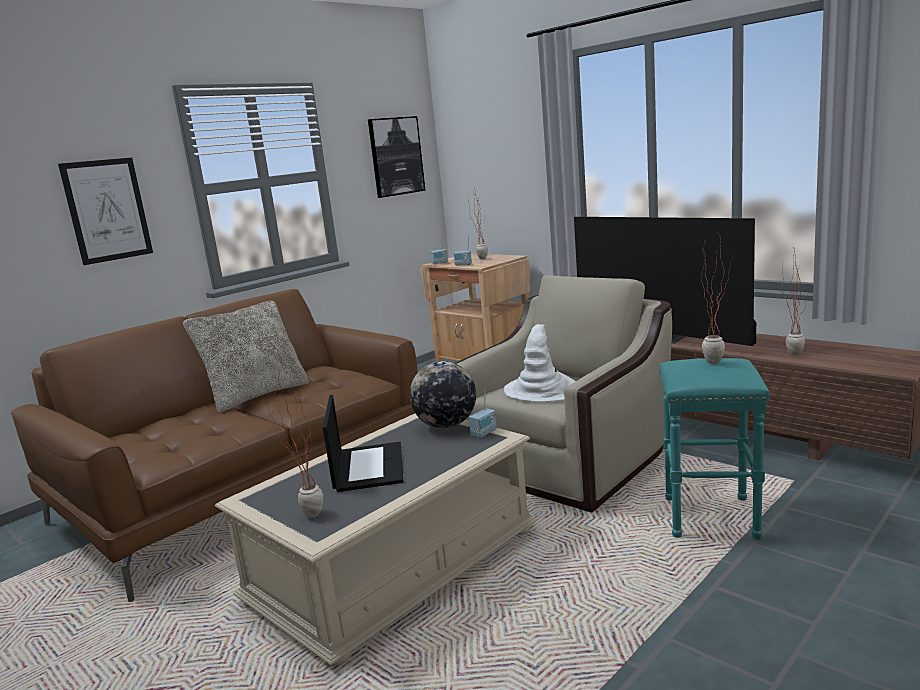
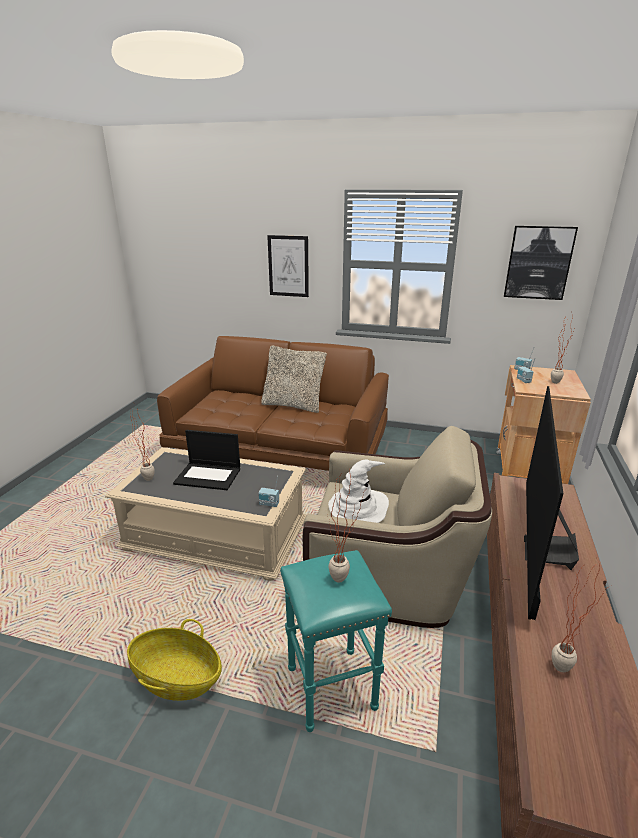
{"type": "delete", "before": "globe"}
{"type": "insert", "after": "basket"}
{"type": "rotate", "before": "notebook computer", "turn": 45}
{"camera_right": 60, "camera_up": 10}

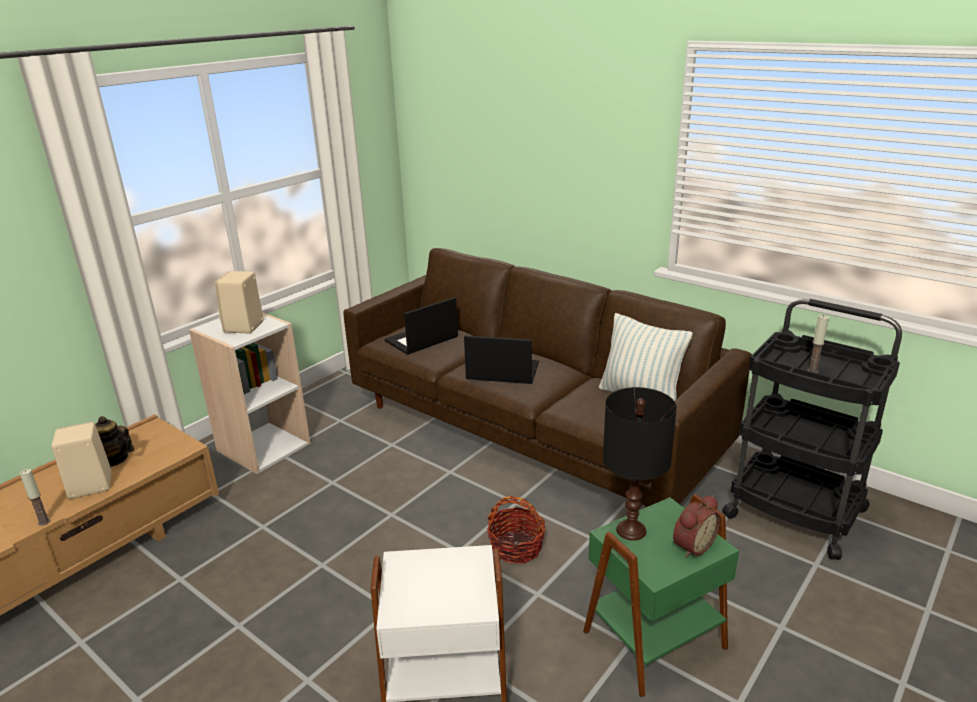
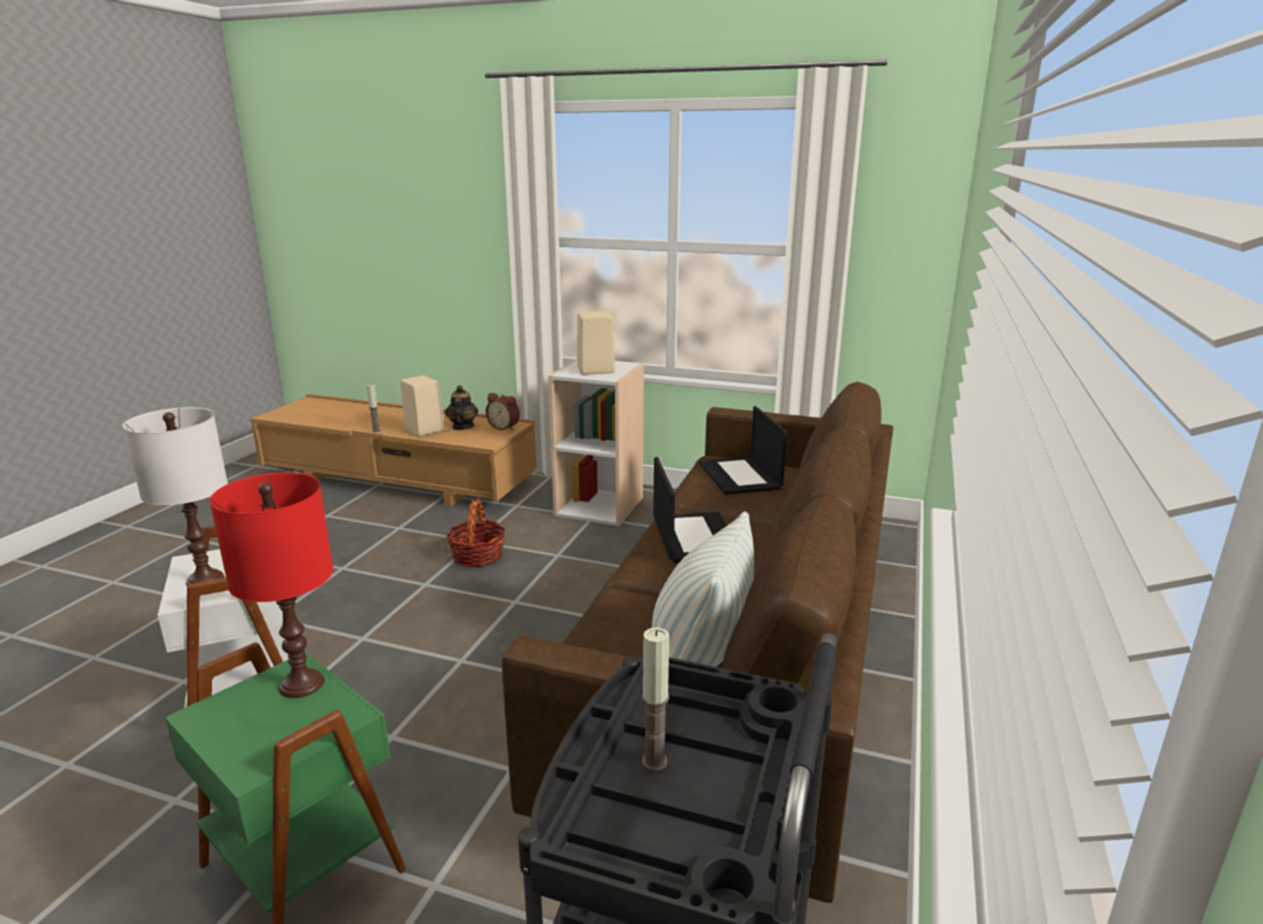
{"type": "insert", "after": "whitish lamp for a table"}
{"type": "move", "before": "basket"}
{"type": "move", "before": "alarm clock"}
{"type": "recolor", "before": "blackish lamp for a table", "after": "reddish lamp for a table"}
{"type": "rotate", "before": "notebook computer (1st from left in the first image)", "turn": -135}
{"camera_right": 70, "camera_up": -5}

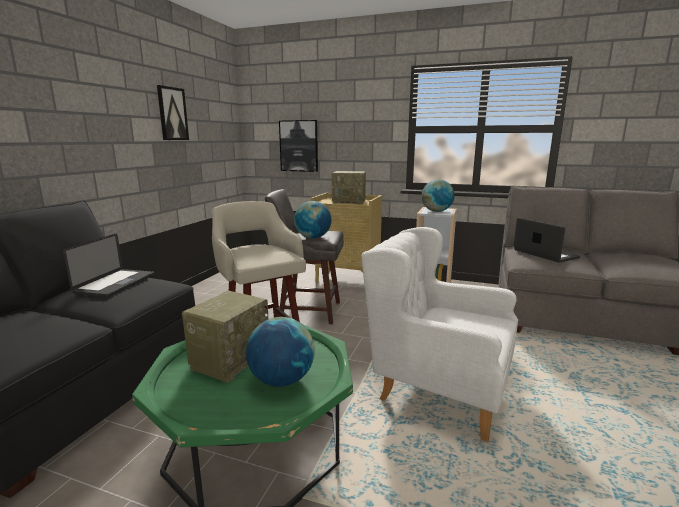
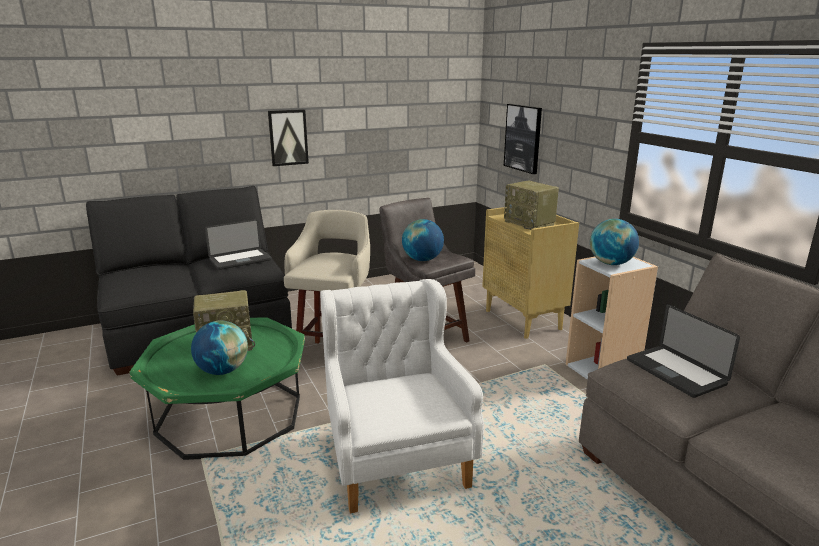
{"type": "move", "before": "wall picture (1st from left)"}
{"type": "rotate", "before": "notebook computer (2nd from left)", "turn": 135}
{"camera_right": 45, "camera_up": 5}

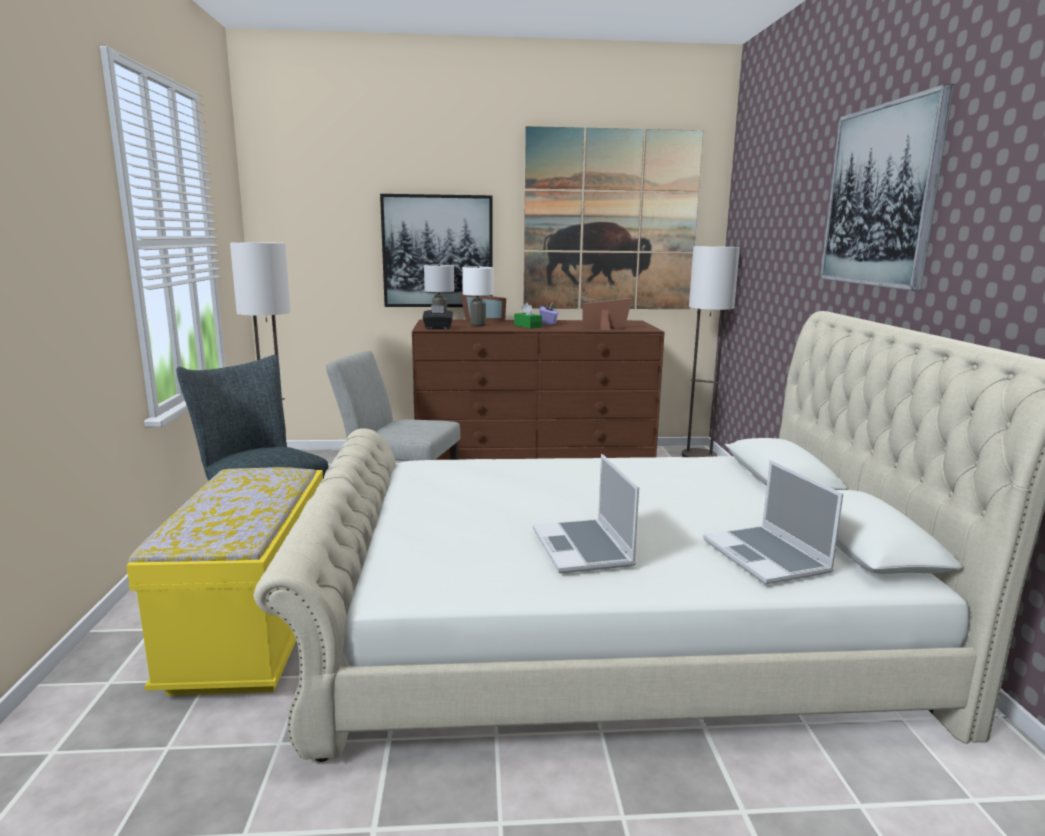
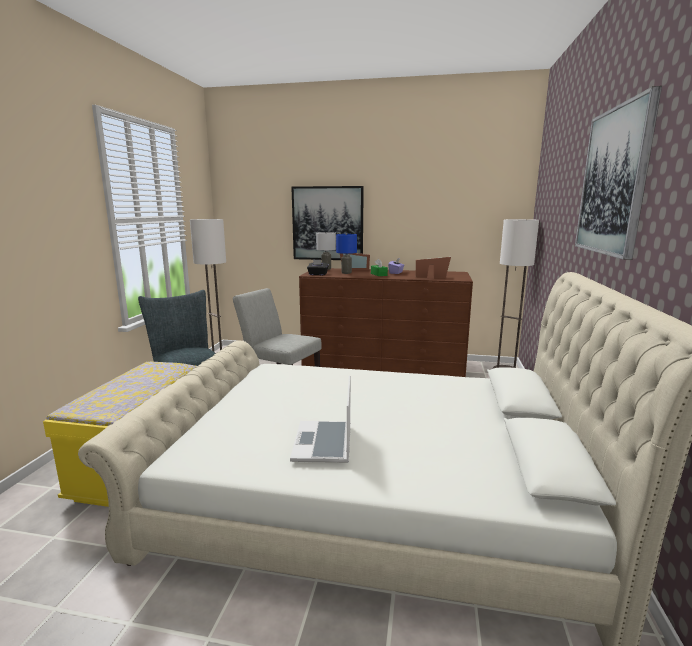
{"type": "delete", "before": "wall picture (2nd from left)"}
{"type": "delete", "before": "notebook computer (2nd from left)"}
{"type": "recolor", "before": "whitish lamp for a table (2nd from left)", "after": "bluish lamp for a table"}
{"camera_right": 15, "camera_up": 0}

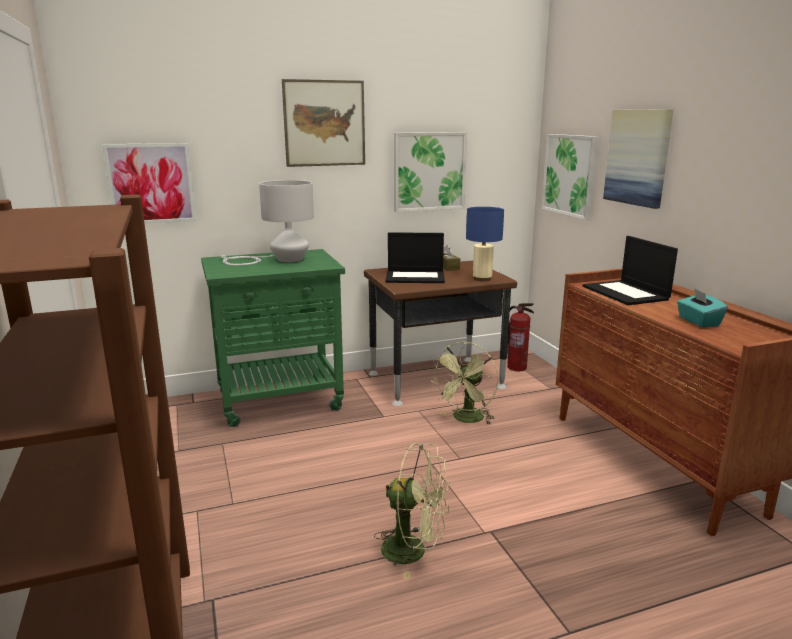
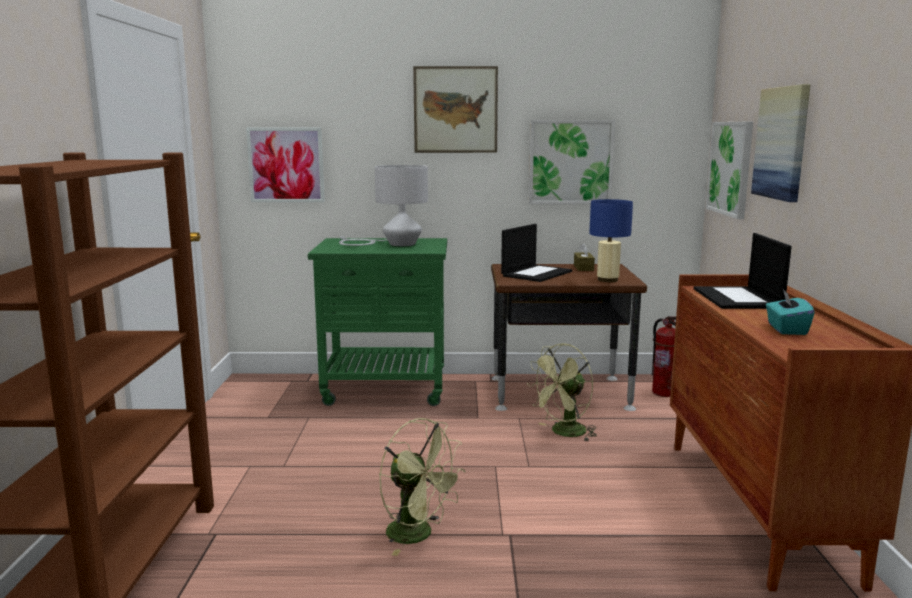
{"type": "rotate", "before": "notebook computer (1st from left)", "turn": -75}
{"camera_right": 20, "camera_up": -5}

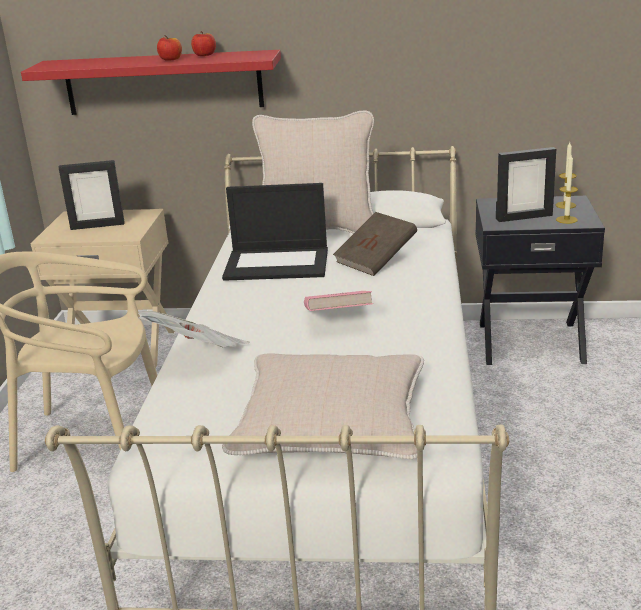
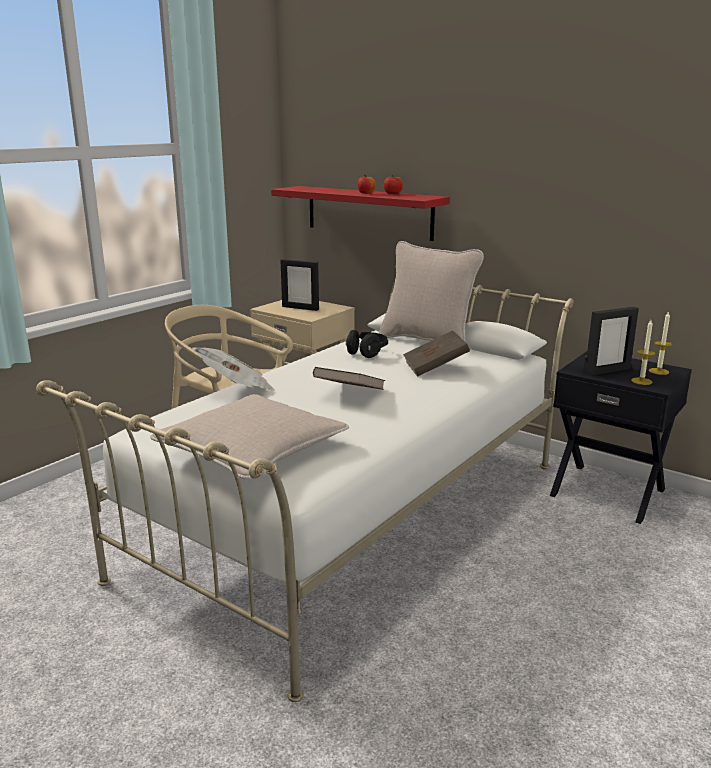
{"type": "replace", "before": "notebook computer", "after": "blackish headphones"}
{"type": "recolor", "before": "pink-coloured volume", "after": "brownish volume (1st from left)"}
{"type": "rotate", "before": "picture frame (2nd from left)", "turn": -45}
{"camera_right": 30, "camera_up": -5}

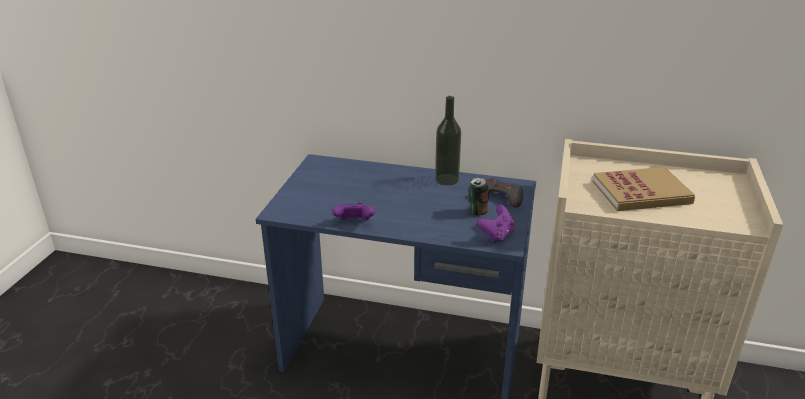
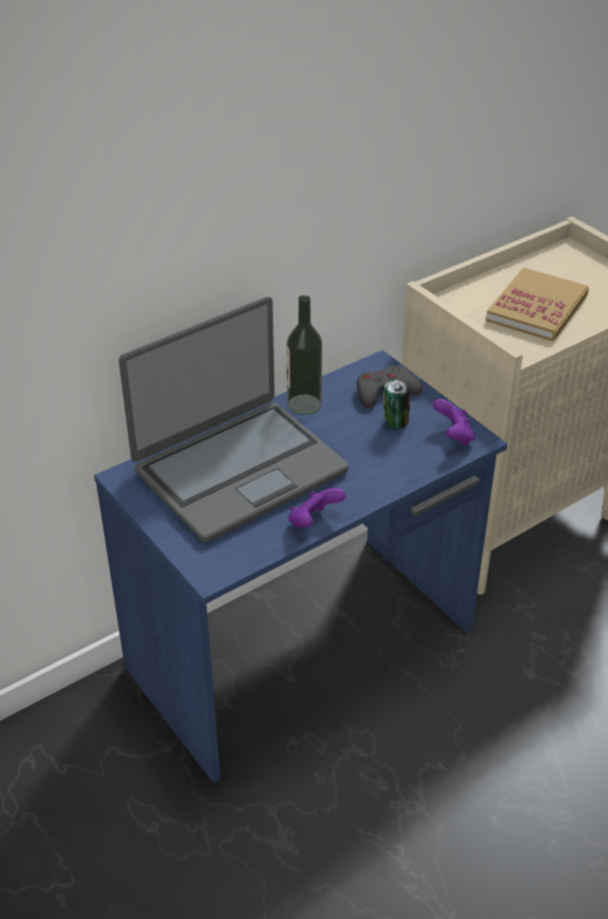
{"type": "insert", "after": "notebook computer"}
{"camera_right": -50, "camera_up": 10}

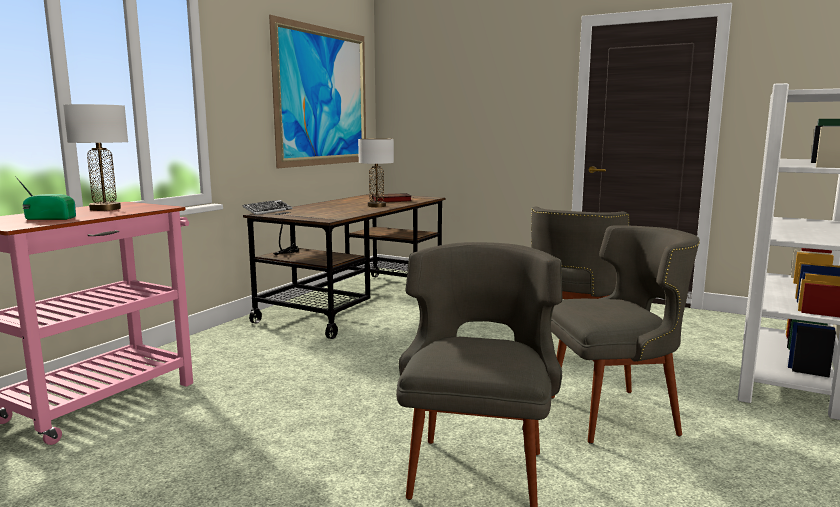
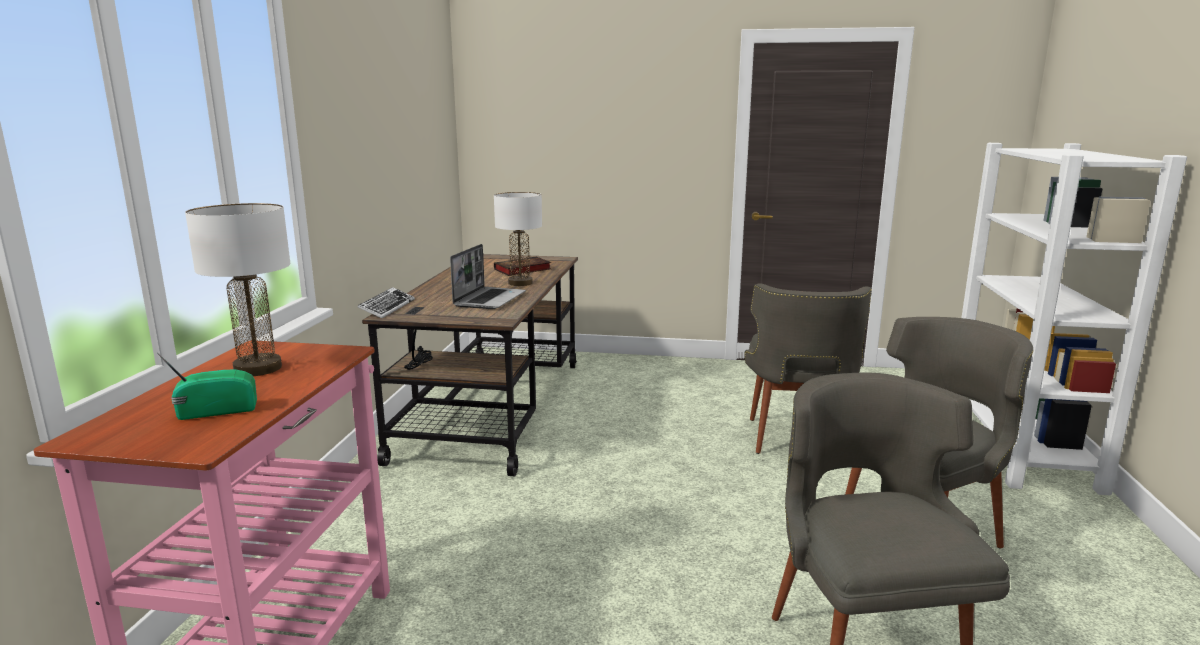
{"type": "delete", "before": "wall picture"}
{"type": "insert", "after": "notebook computer"}
{"camera_right": -20, "camera_up": 5}

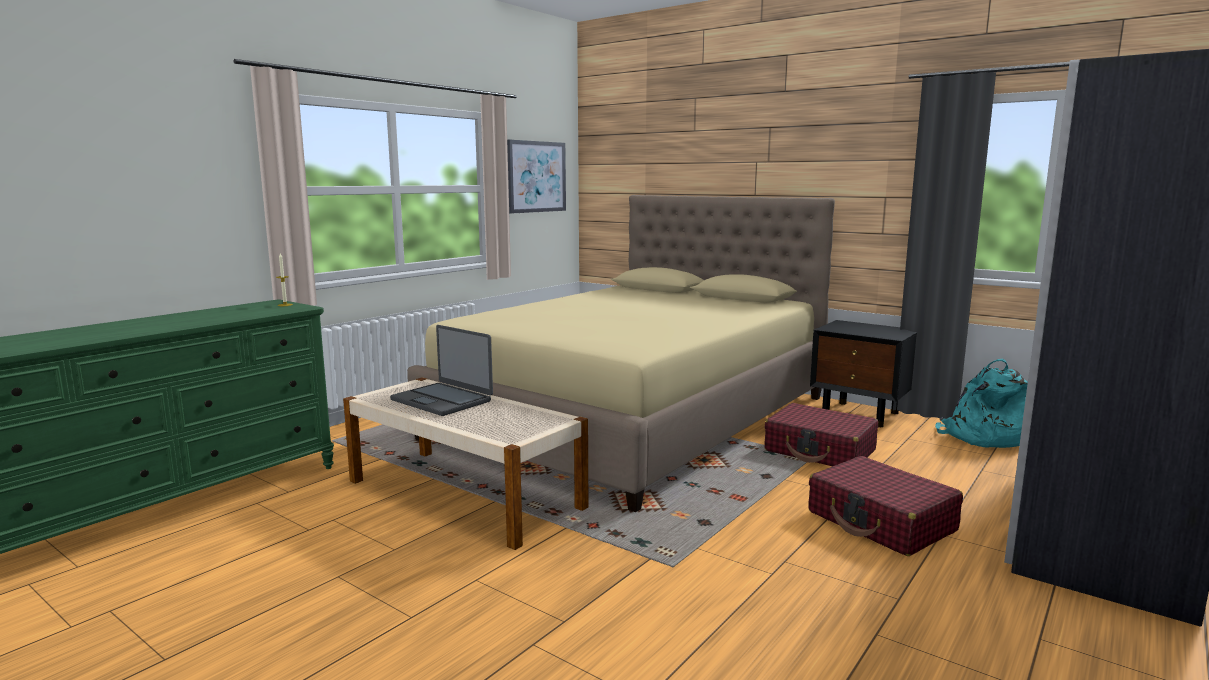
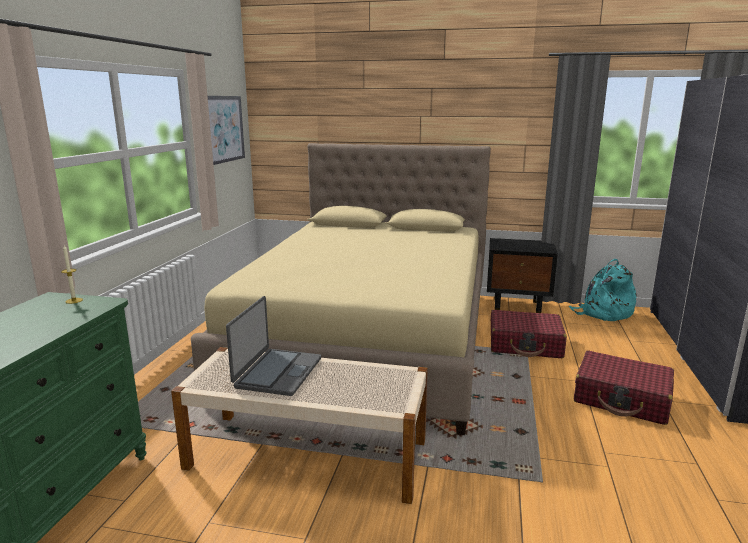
{"type": "rotate", "before": "notebook computer", "turn": -90}
{"camera_right": -25, "camera_up": 5}

